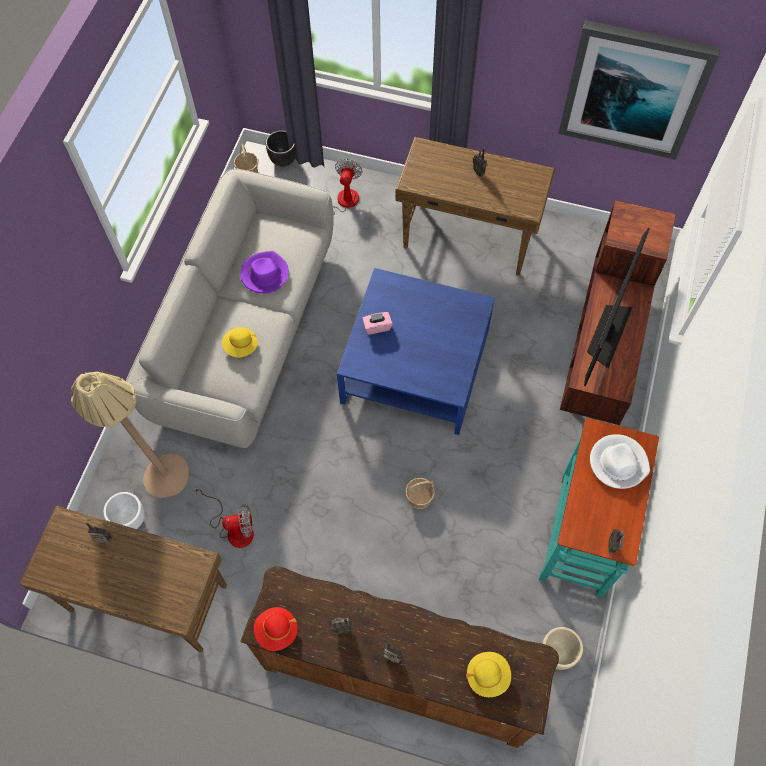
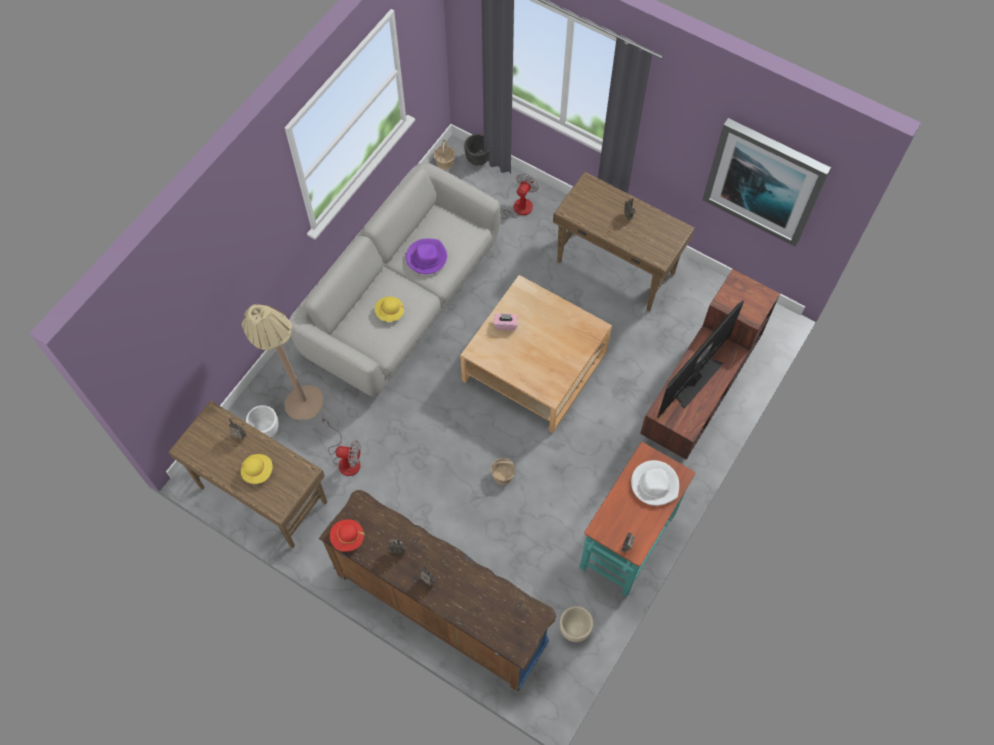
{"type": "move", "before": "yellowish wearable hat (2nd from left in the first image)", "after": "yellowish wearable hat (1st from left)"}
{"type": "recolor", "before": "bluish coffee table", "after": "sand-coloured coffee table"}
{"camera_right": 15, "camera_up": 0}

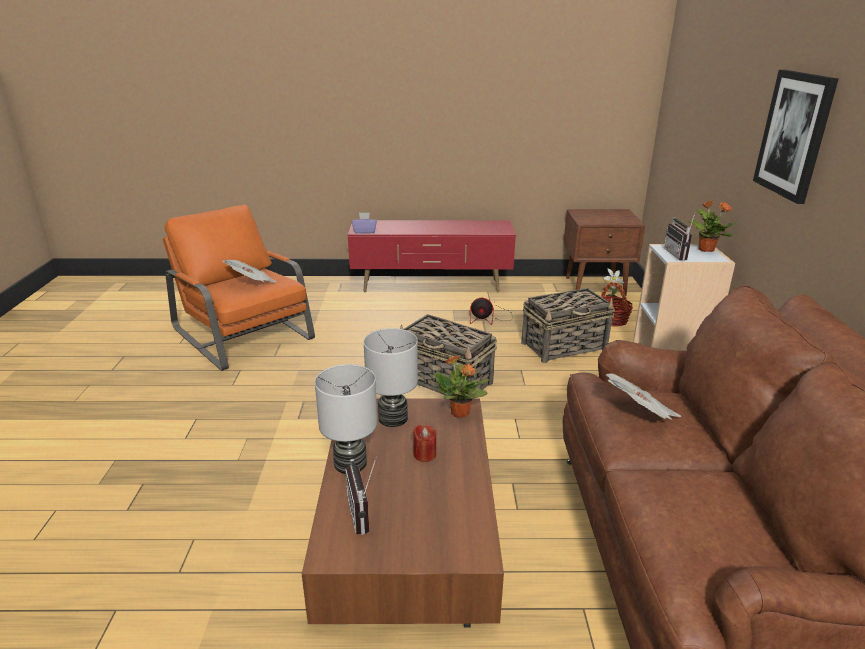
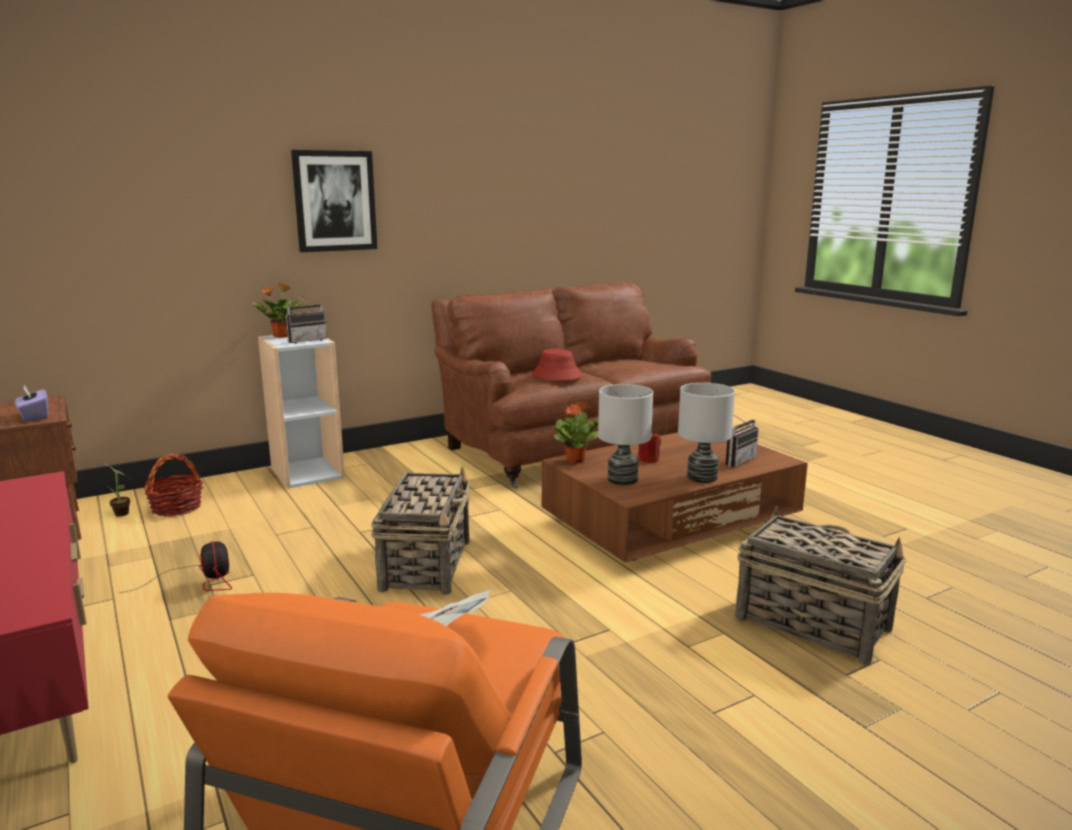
{"type": "move", "before": "purple-coloured tissue holder"}
{"type": "move", "before": "basket (2nd from left in the first image)", "after": "basket (3rd from left)"}
{"type": "replace", "before": "daily paper (2nd from left)", "after": "reddish wearable hat"}
{"camera_right": -120, "camera_up": -10}

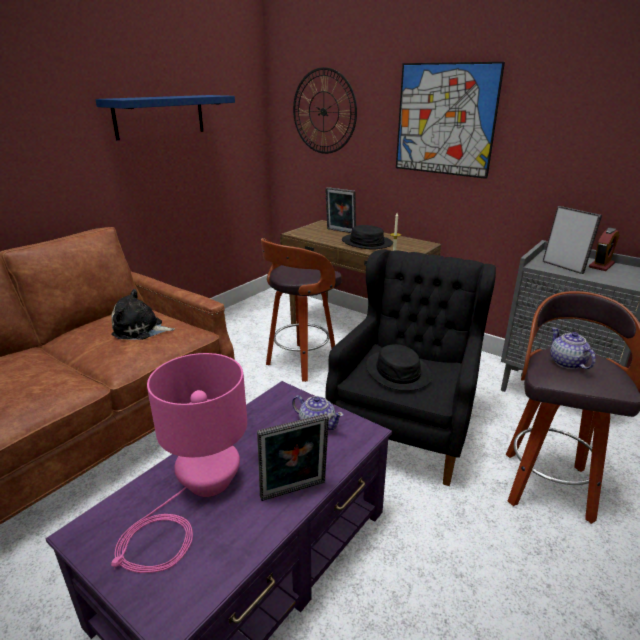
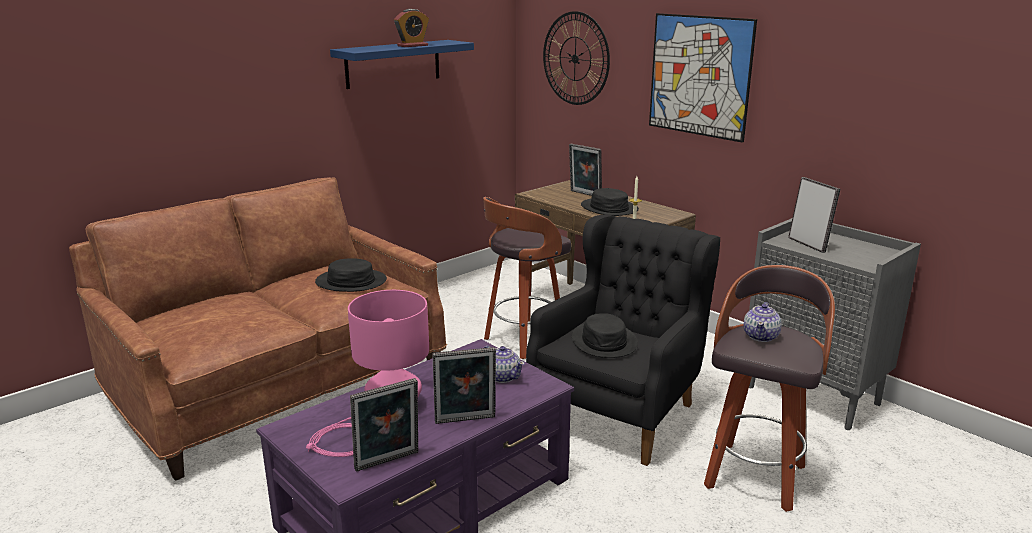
{"type": "insert", "after": "picture frame (1st from left)"}
{"type": "move", "before": "alarm clock"}
{"type": "replace", "before": "plush toy", "after": "blackish wearable hat (1st from left)"}
{"type": "rotate", "before": "teapot (2nd from left)", "turn": -150}
{"camera_right": 10, "camera_up": -5}

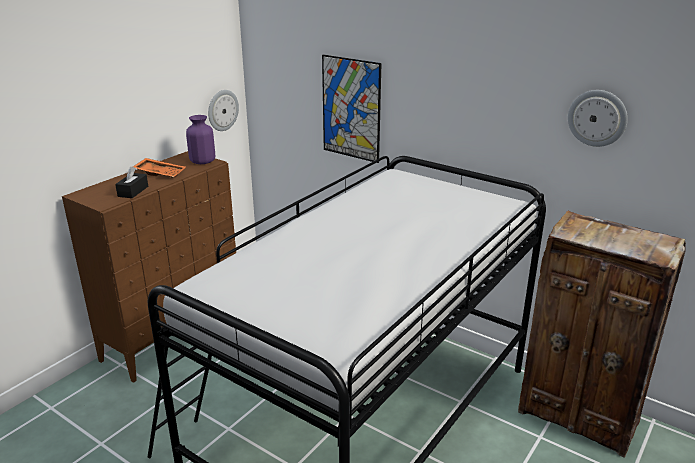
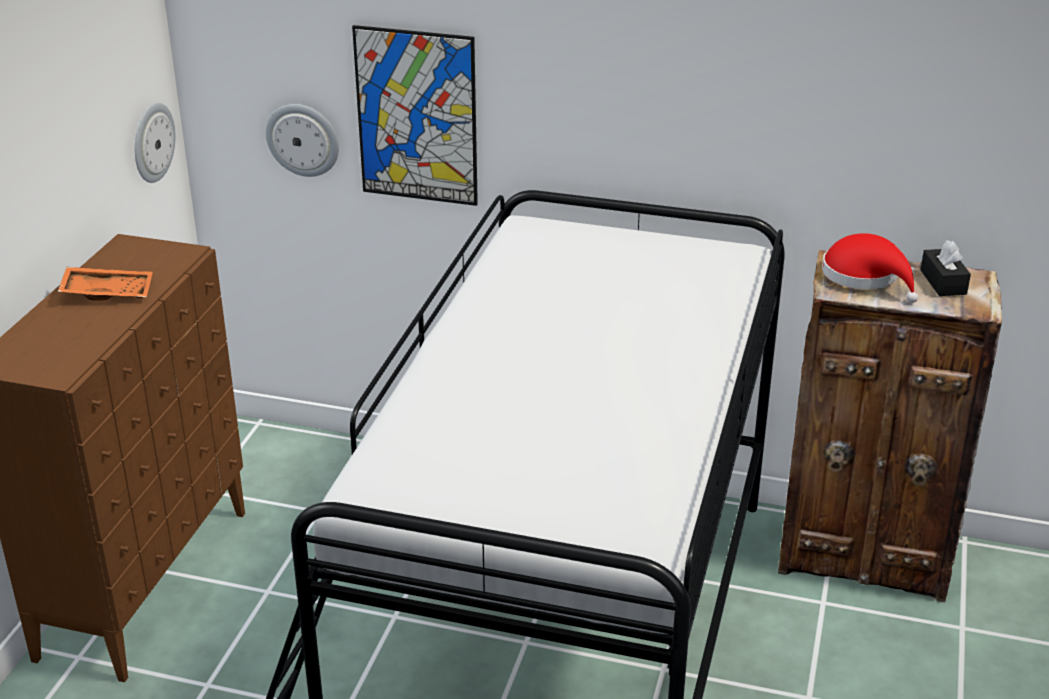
{"type": "delete", "before": "purple-coloured vase"}
{"type": "insert", "after": "reddish wearable hat"}
{"type": "move", "before": "blackish tissue holder"}
{"type": "move", "before": "clock on the wall (2nd from left)"}
{"camera_right": -20, "camera_up": 5}

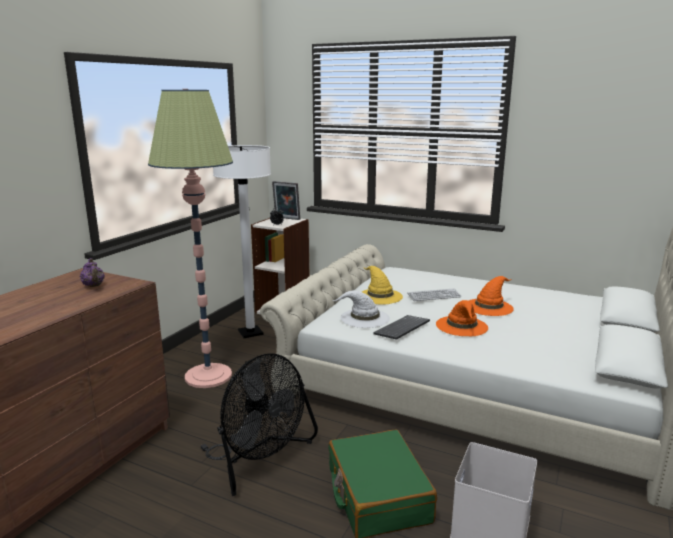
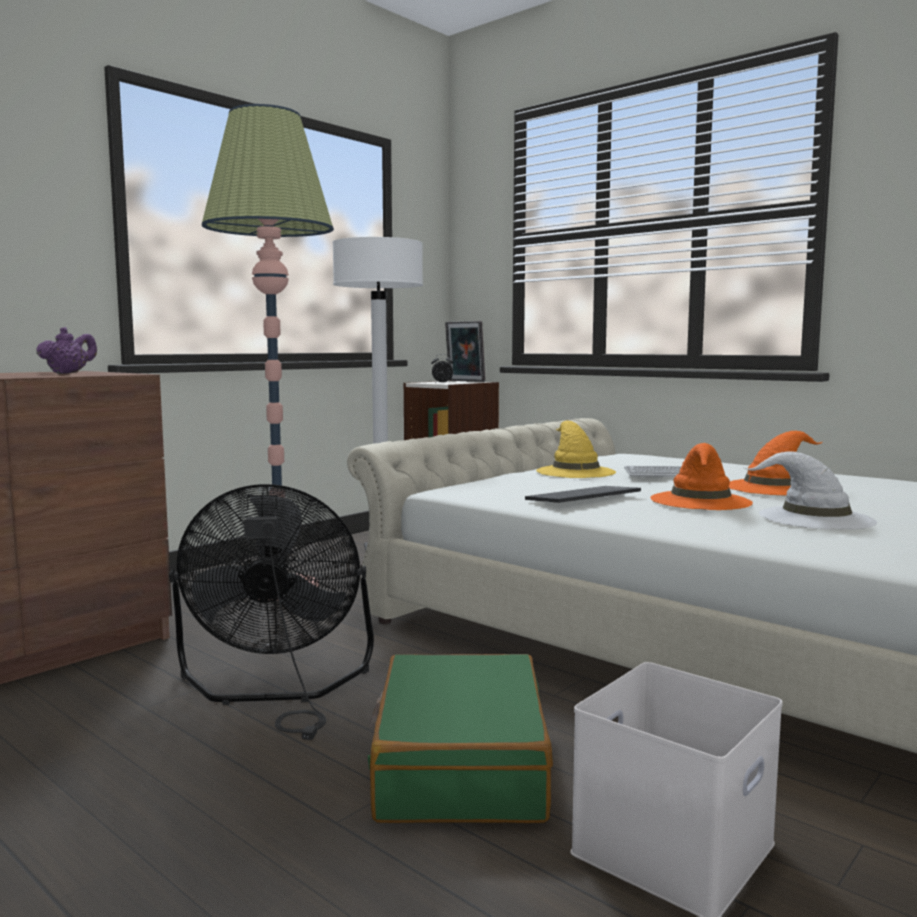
{"type": "move", "before": "whitish wearable hat"}
{"type": "rotate", "before": "purple-coloured teapot", "turn": -135}
{"type": "rotate", "before": "blackish cooling fan", "turn": -150}
{"camera_right": 15, "camera_up": -10}

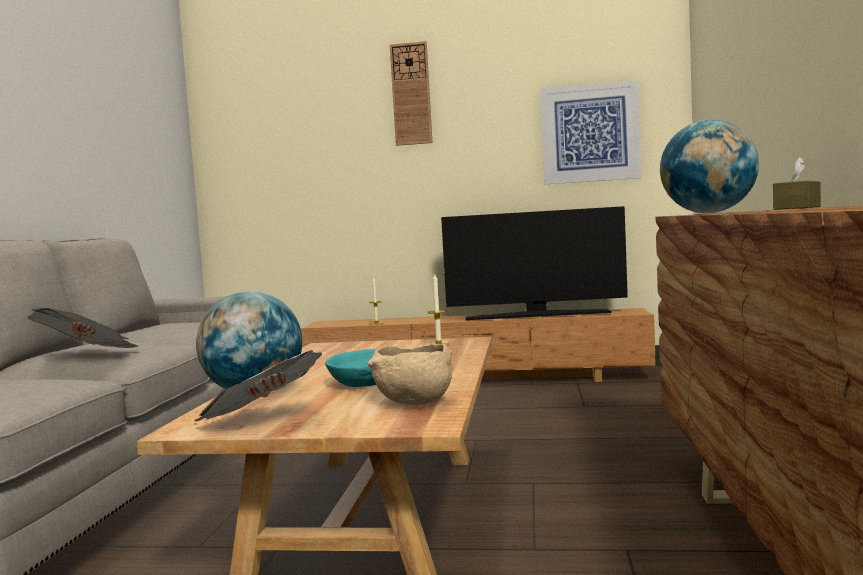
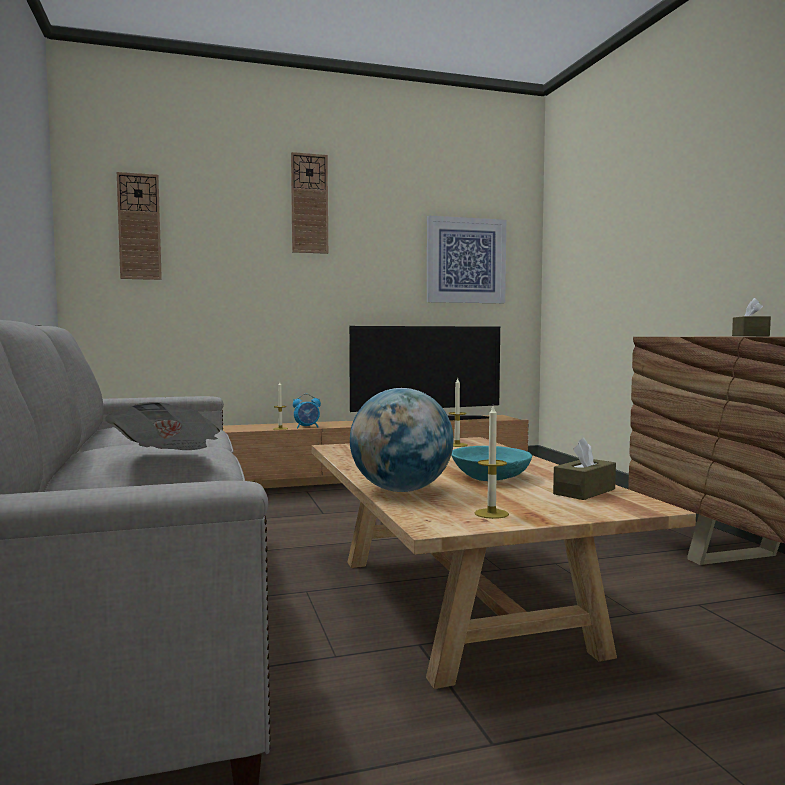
{"type": "delete", "before": "globe (2nd from left)"}
{"type": "insert", "after": "clock on the wall (1st from left)"}
{"type": "insert", "after": "alarm clock"}
{"type": "replace", "before": "daily paper (2nd from left)", "after": "wax candle (3rd from left)"}
{"type": "replace", "before": "sand-coloured deep dish", "after": "brownish tissue holder (1st from left)"}
{"camera_right": -25, "camera_up": 0}

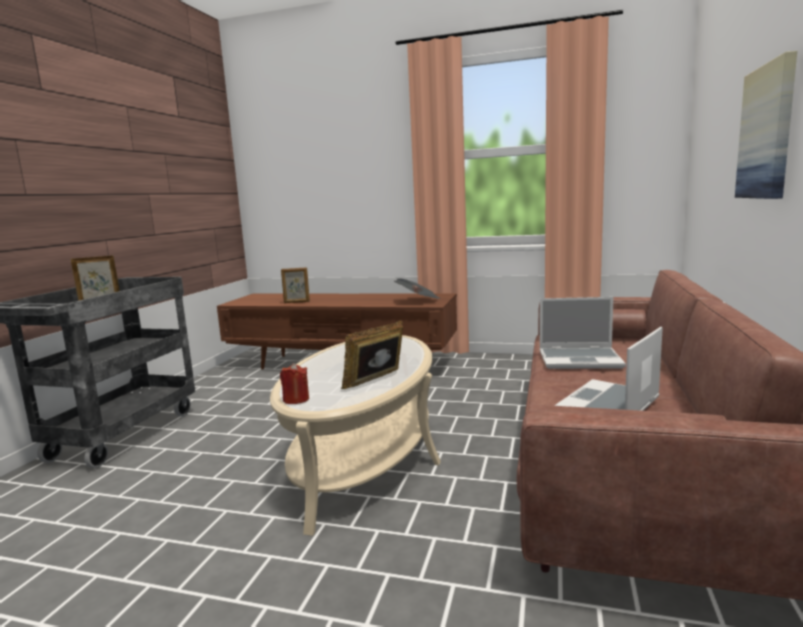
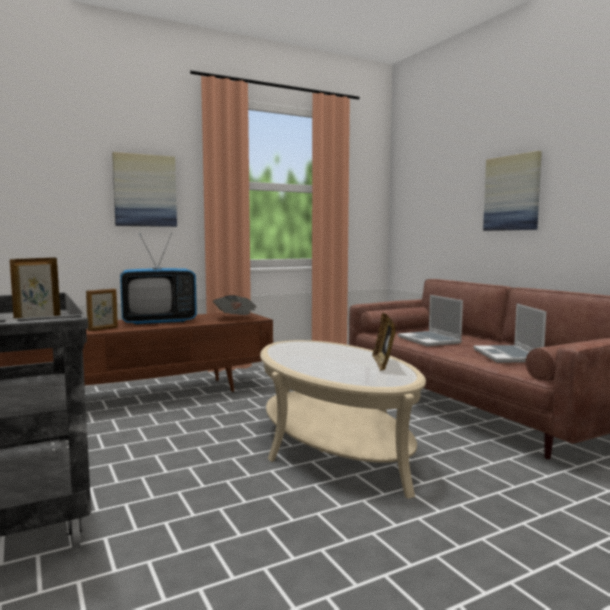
{"type": "delete", "before": "reddish wax candle"}
{"type": "insert", "after": "wall picture (1st from left)"}
{"type": "insert", "after": "TV set"}
{"type": "rotate", "before": "notebook computer (1st from left)", "turn": 105}
{"camera_right": -45, "camera_up": -5}

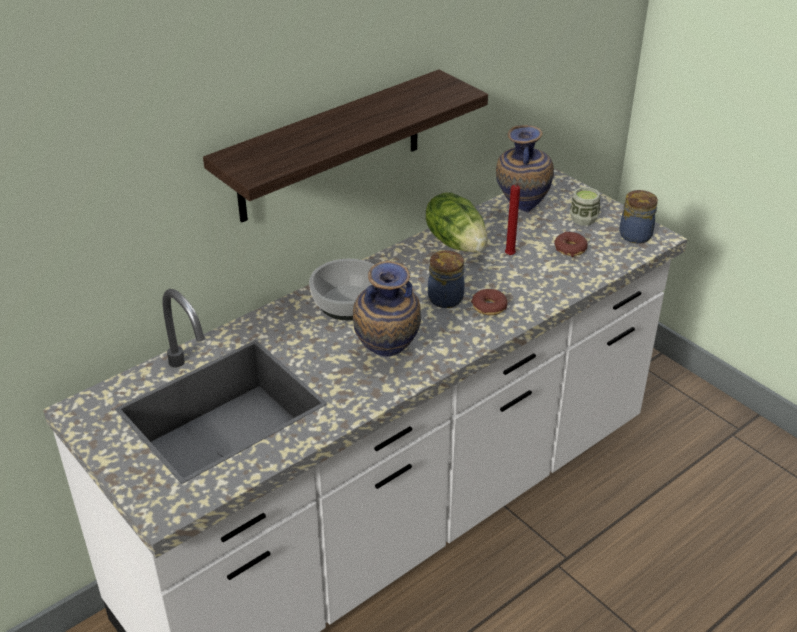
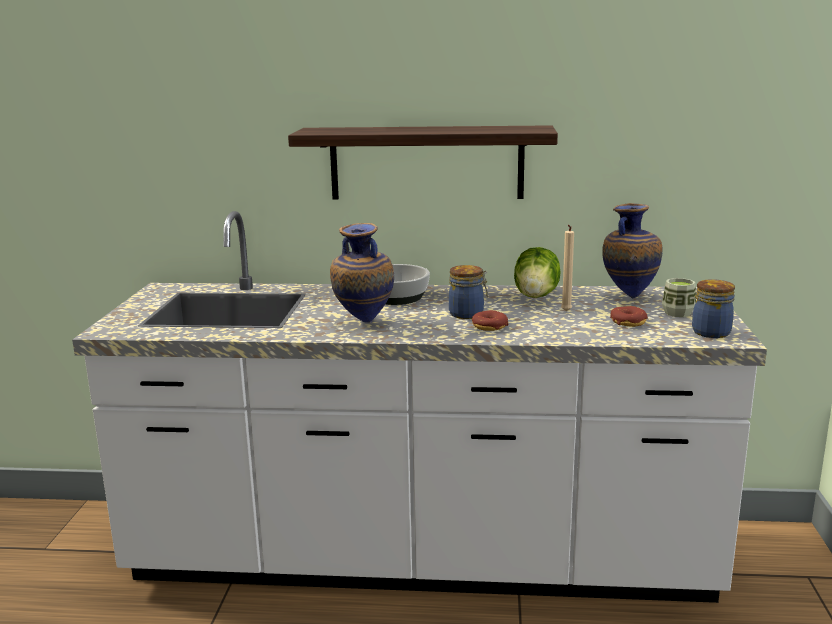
{"type": "recolor", "before": "reddish wax candle", "after": "sand-coloured wax candle"}
{"camera_right": 45, "camera_up": -20}

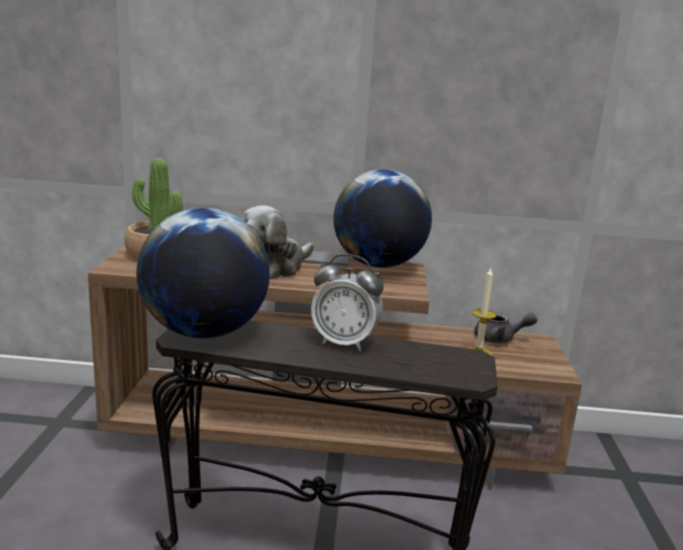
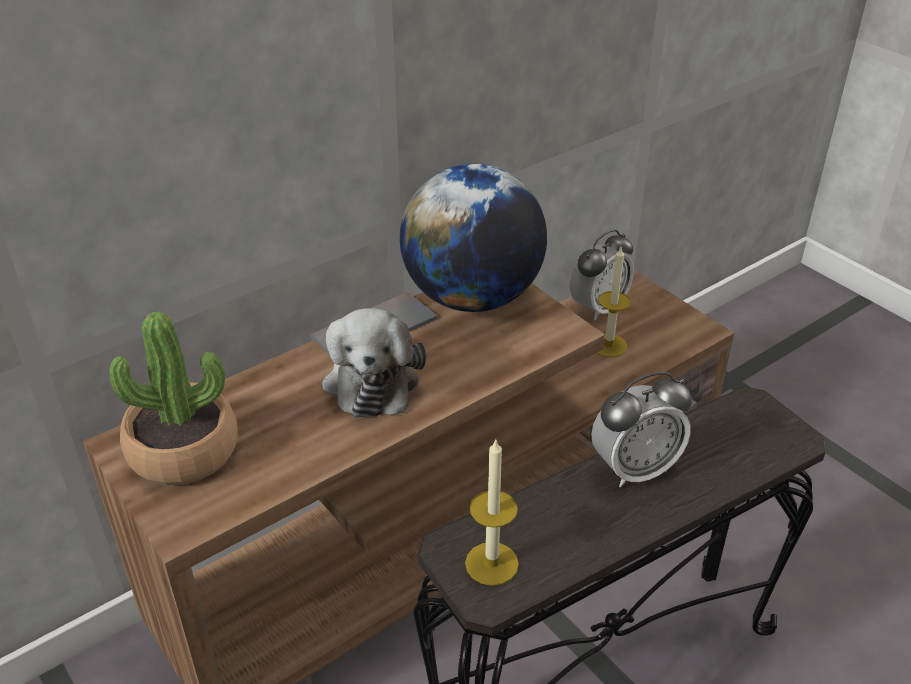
{"type": "replace", "before": "globe (1st from left)", "after": "wax candle (1st from left)"}
{"type": "replace", "before": "grey teapot", "after": "alarm clock (1st from left)"}
{"camera_right": -40, "camera_up": 20}

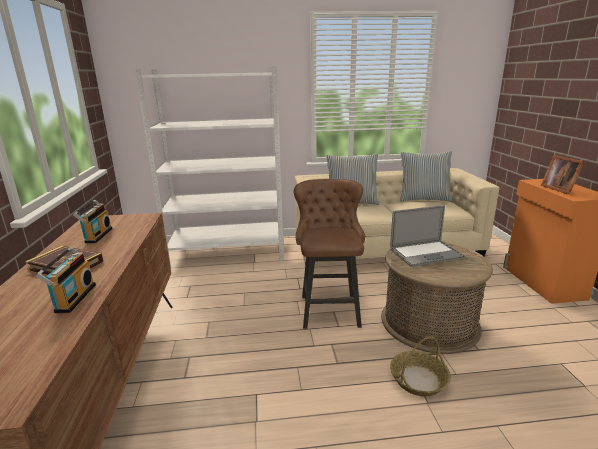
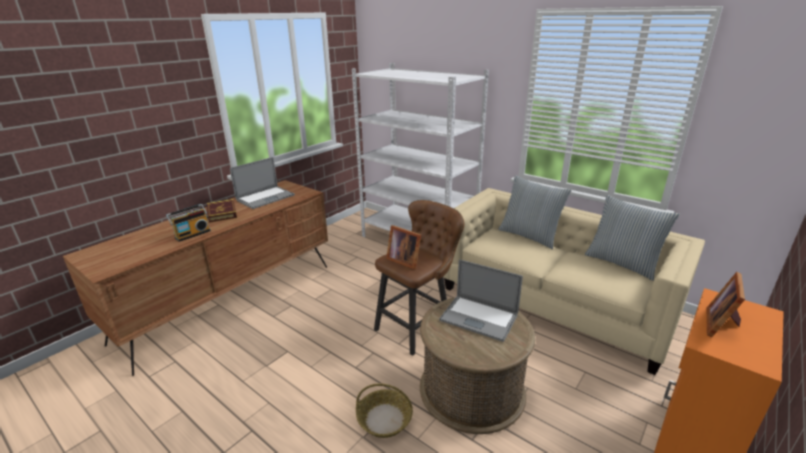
{"type": "insert", "after": "picture frame (1st from left)"}
{"type": "replace", "before": "radio receiver (2nd from left)", "after": "notebook computer (1st from left)"}
{"camera_right": 45, "camera_up": 5}

